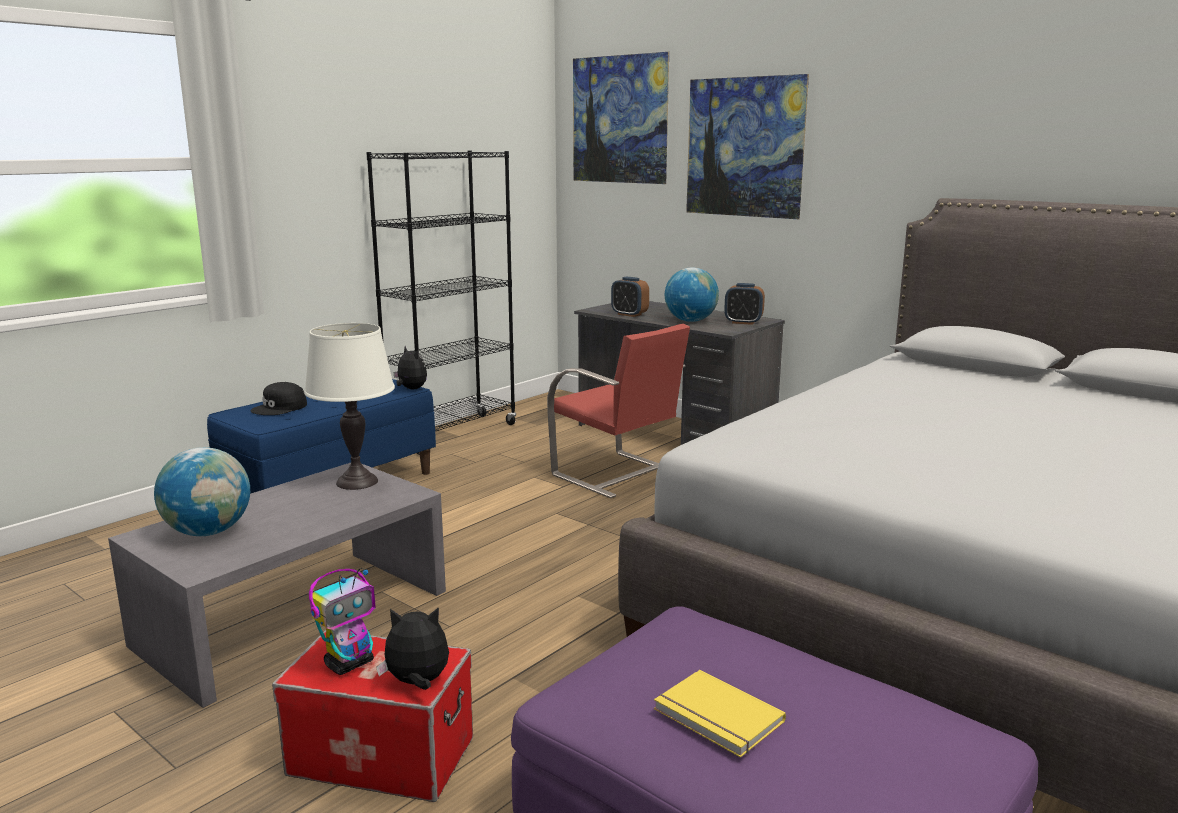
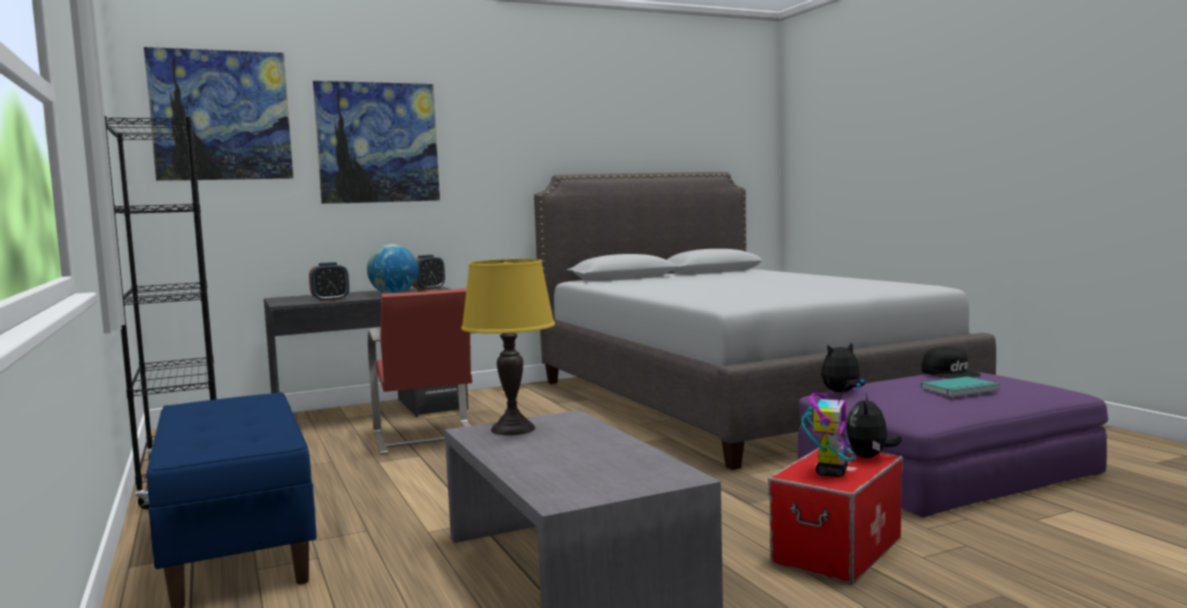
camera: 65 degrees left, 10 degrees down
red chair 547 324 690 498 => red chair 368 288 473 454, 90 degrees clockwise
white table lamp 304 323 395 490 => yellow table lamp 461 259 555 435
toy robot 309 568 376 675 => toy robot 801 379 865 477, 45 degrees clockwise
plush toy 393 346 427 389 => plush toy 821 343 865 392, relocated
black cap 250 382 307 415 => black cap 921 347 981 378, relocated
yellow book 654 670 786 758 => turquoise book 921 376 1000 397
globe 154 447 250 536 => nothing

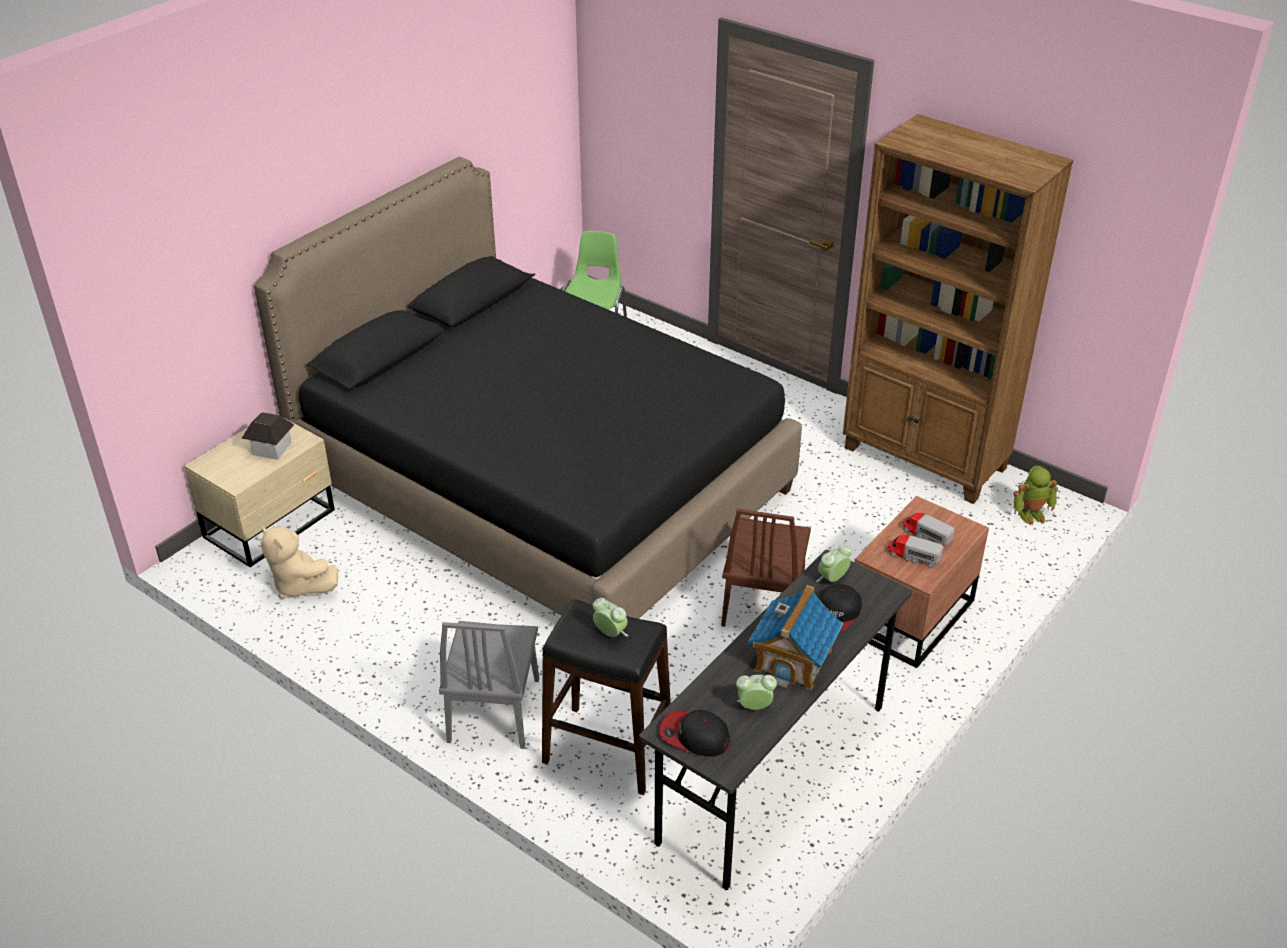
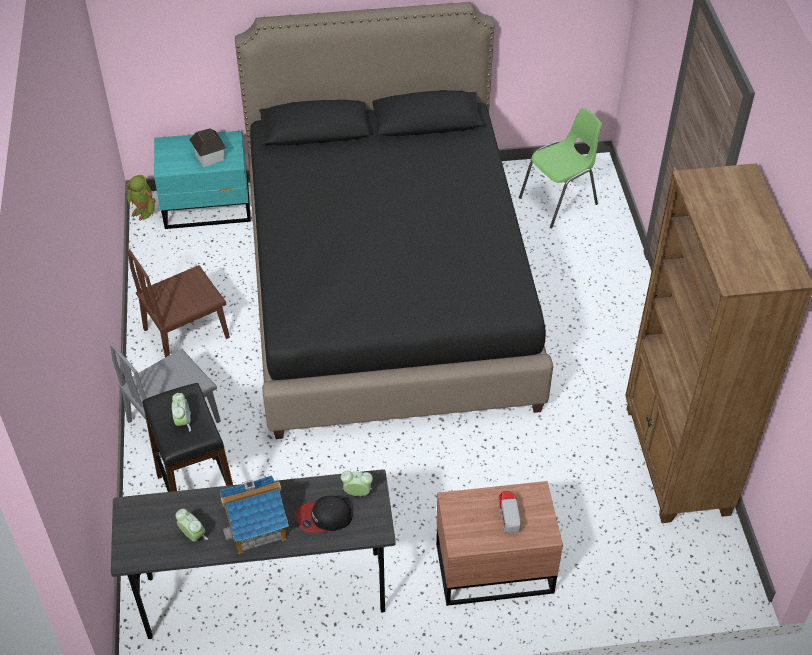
camera: 45 degrees right, 10 degrees up
toy robot 1013 466 1058 525 => toy robot 126 175 156 221, relocated
brown chair 721 509 811 627 => brown chair 127 249 230 358, relocated
beige nightstand 184 412 335 567 => turquoise nightstand 154 131 251 229
beige plush toy 261 526 338 599 => nothing
cap 659 710 730 756 => nothing
toy truck 887 535 944 568 => nothing

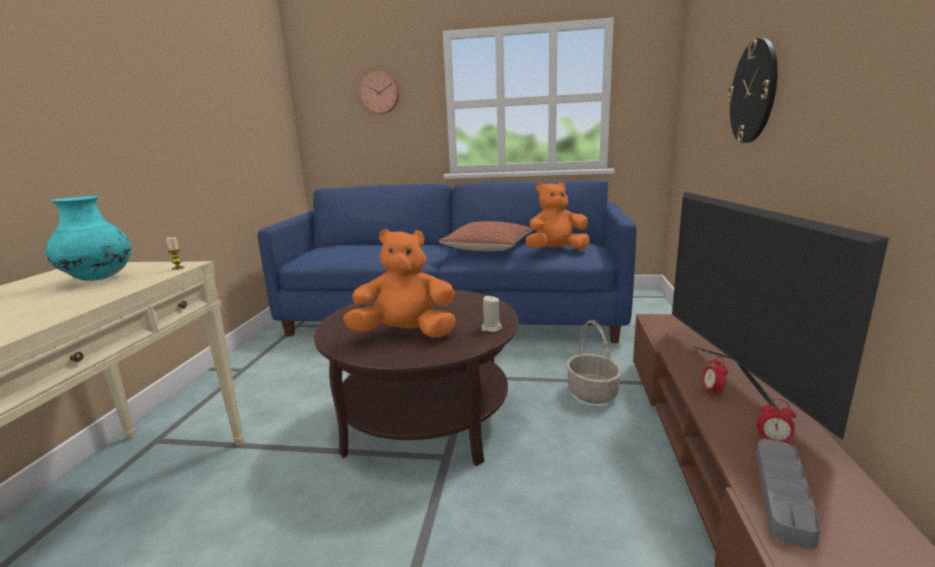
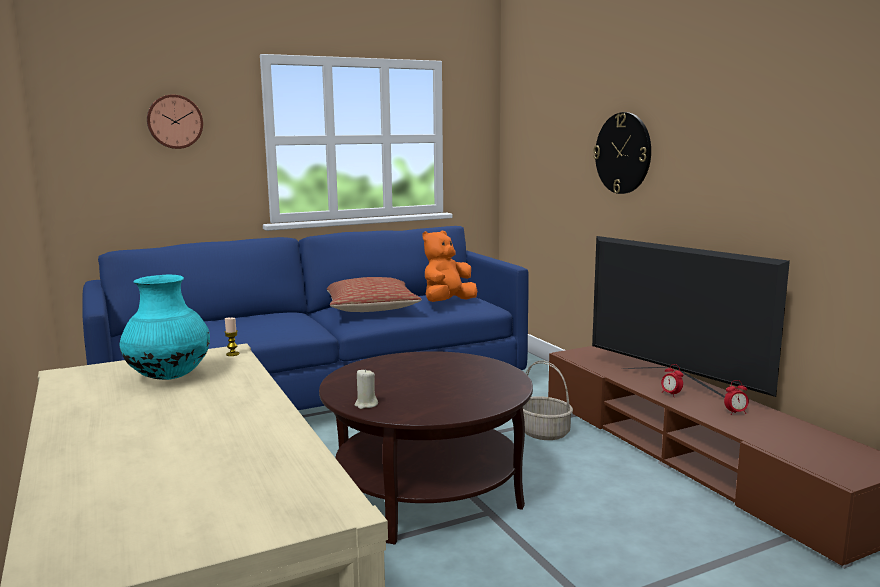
camera: 35 degrees left, 5 degrees down
beige candle 481 295 502 332 => beige candle 355 369 378 409, relocated
orange plush toy 343 229 456 338 => nothing
grey tray 756 439 821 548 => nothing

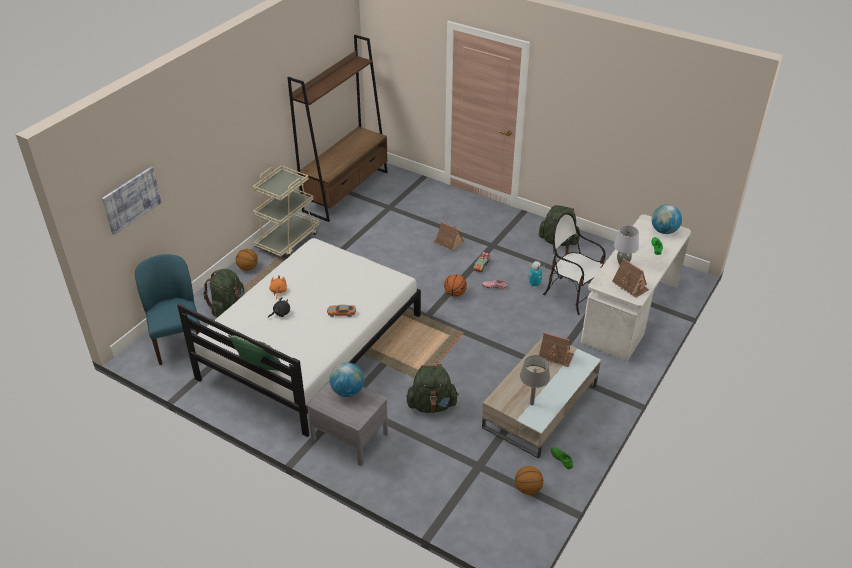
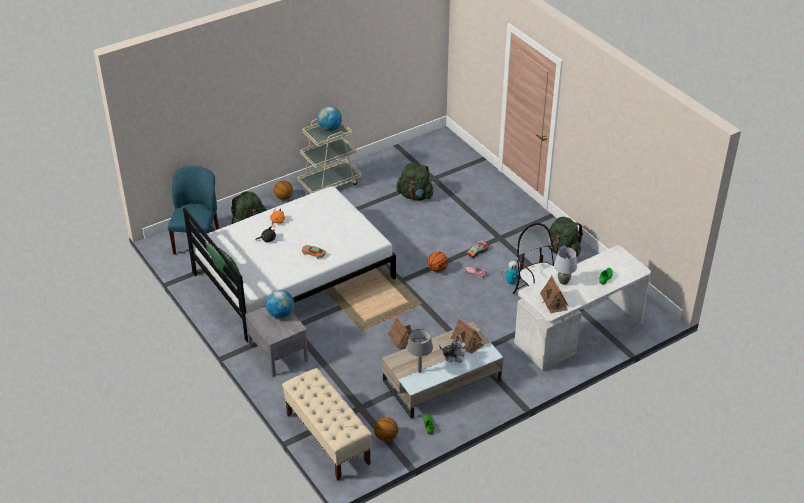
camera: 25 degrees right, 0 degrees up
nothing => beige bench 282 368 372 480
globe 652 205 682 234 => globe 317 106 342 131, relocated
toy house 433 222 464 251 => toy house 388 316 416 349, relocated
green backpack 406 364 459 413 => green backpack 397 163 434 201, relocated
nothing => plush toy 439 335 466 363
picture 102 167 161 235 => nothing
brown bookcase 287 35 388 222 => nothing

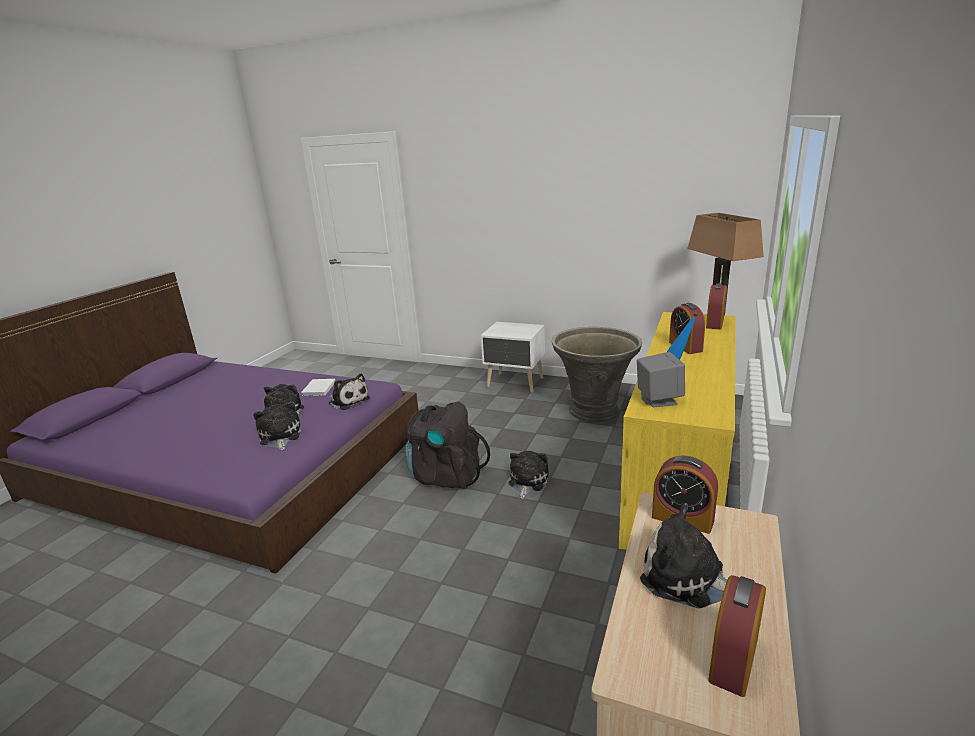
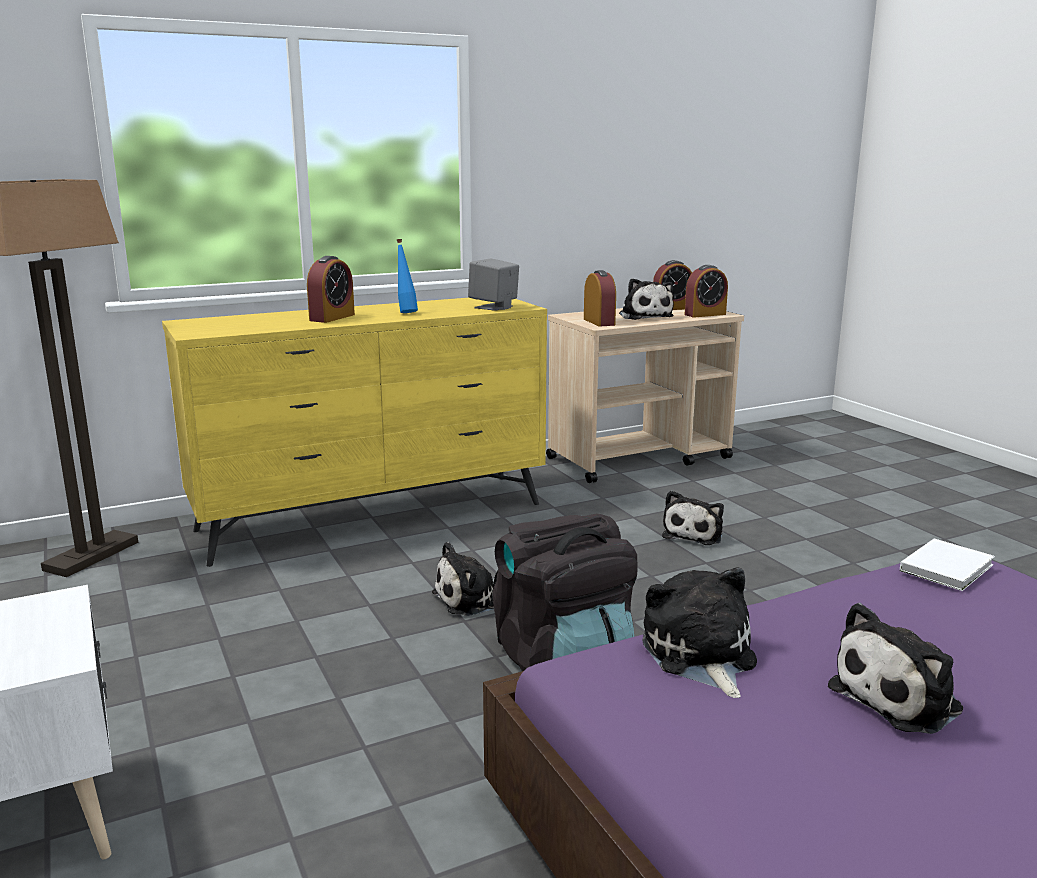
camera: 140 degrees left, 5 degrees down
plush toy 253 402 301 451 => plush toy 662 490 724 545, relocated
alarm clock 706 283 727 330 => alarm clock 685 265 728 318, relocated
white book 301 379 335 396 => white book 900 539 995 591, relocated
grey planter 552 327 642 422 => nothing

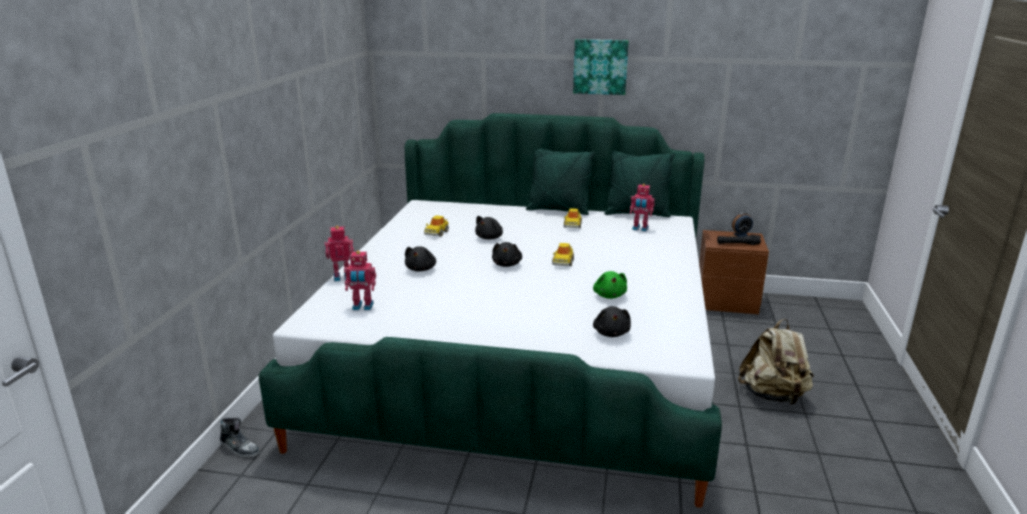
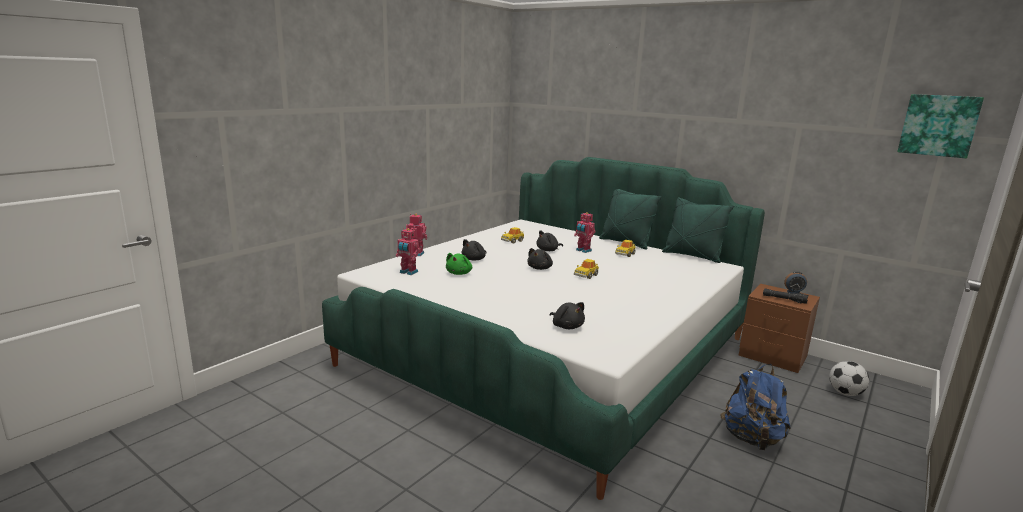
camera: 25 degrees right, 5 degrees down
green plush toy 593 271 627 299 => green plush toy 446 253 472 275, relocated
black plush toy 593 306 631 337 => black plush toy 550 302 585 329, 60 degrees counterclockwise
toy robot 630 184 655 232 => toy robot 574 212 595 253, relocated
beige backpack 738 319 814 405 => blue backpack 720 364 791 450
nothing => football 829 361 869 396
picture 573 39 629 95 => picture 897 94 984 158, relocated
shoe 220 417 260 458 => nothing

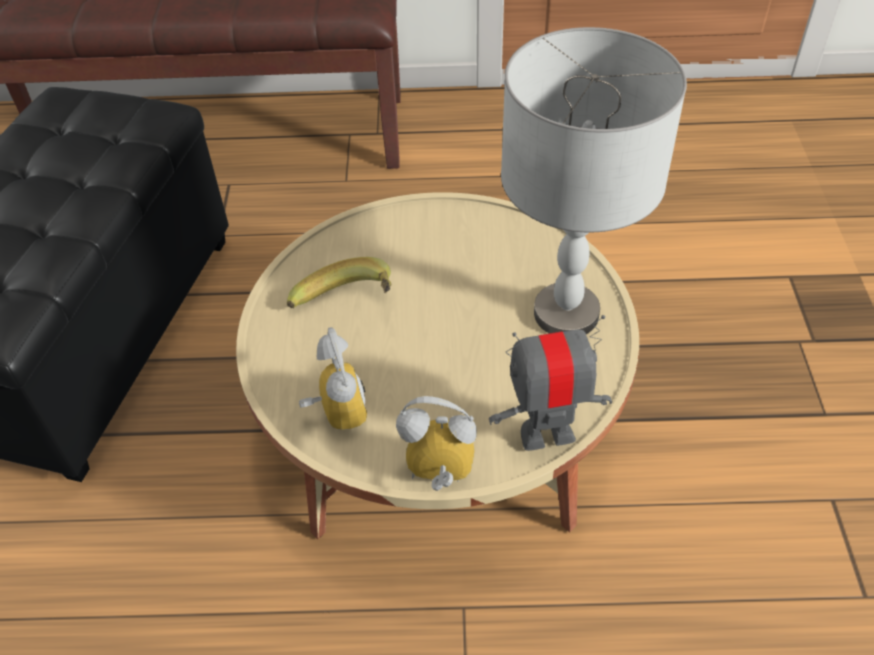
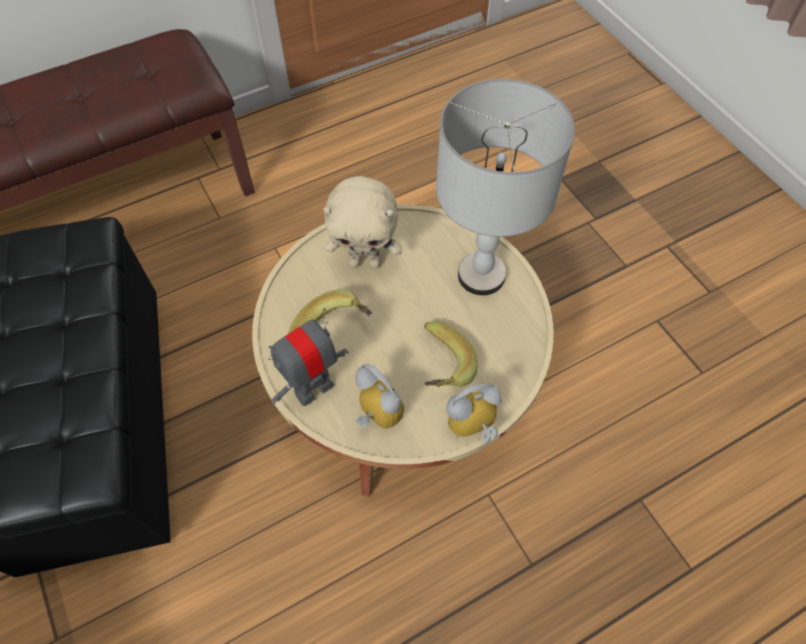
camera: 30 degrees left, 10 degrees up
toy robot 489 315 612 451 => toy robot 268 308 348 406, relocated
nothing => beige plush toy 323 176 402 269
nothing => banana 424 321 478 387

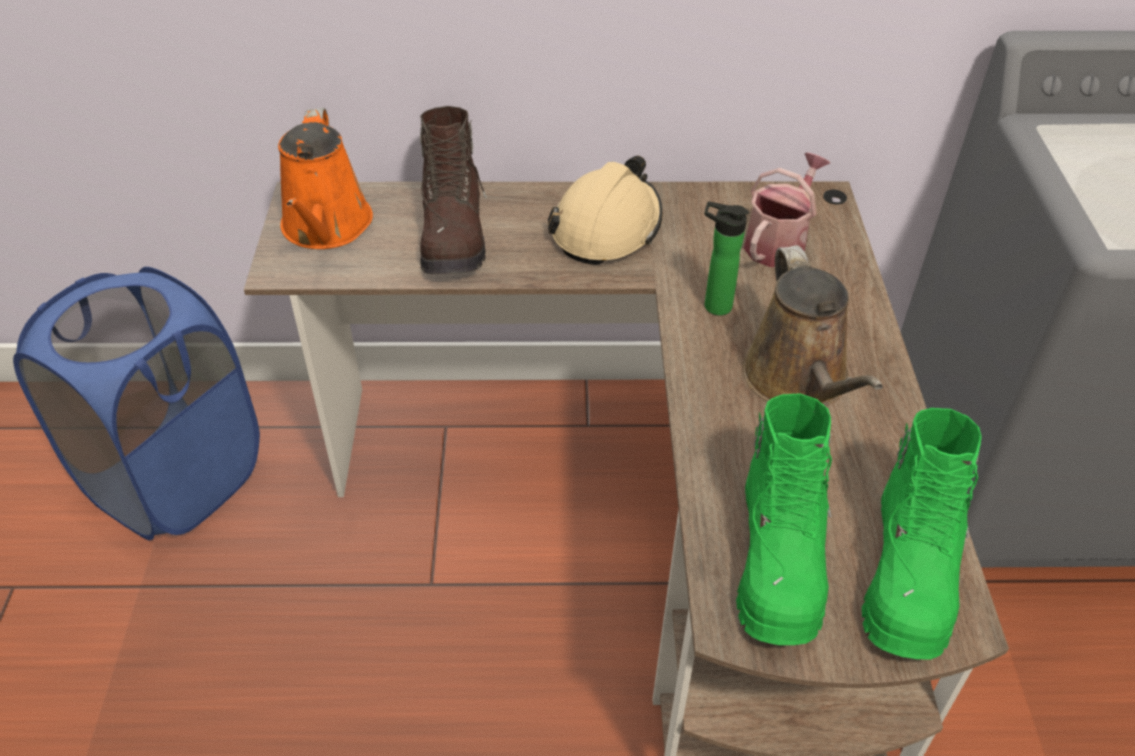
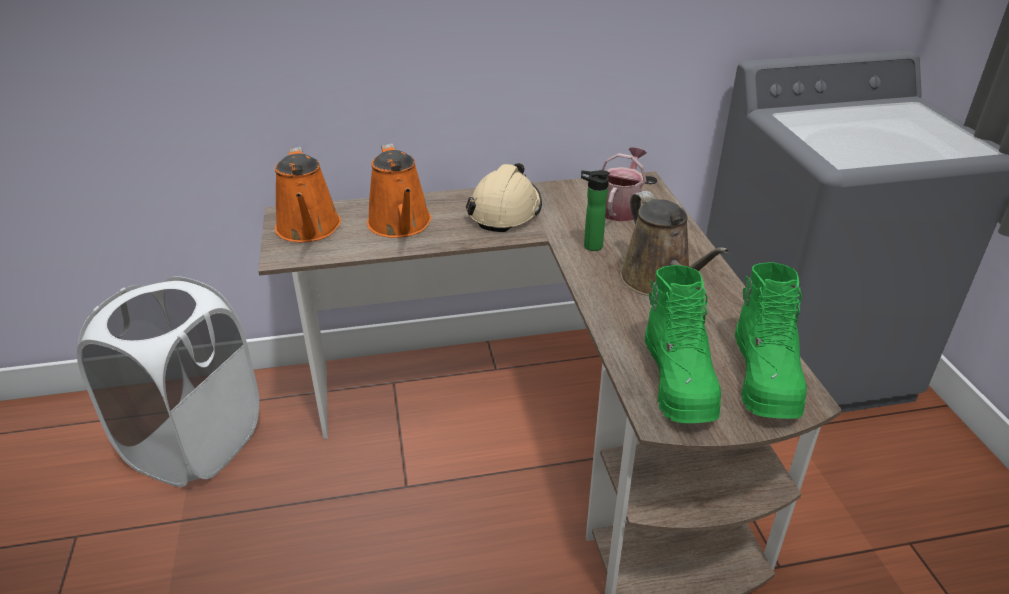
camera: 10 degrees left, 10 degrees down
blue laundry basket 13 267 260 540 => white laundry basket 77 276 259 487
brown boot 420 106 487 274 => orange watering can 367 143 431 238

